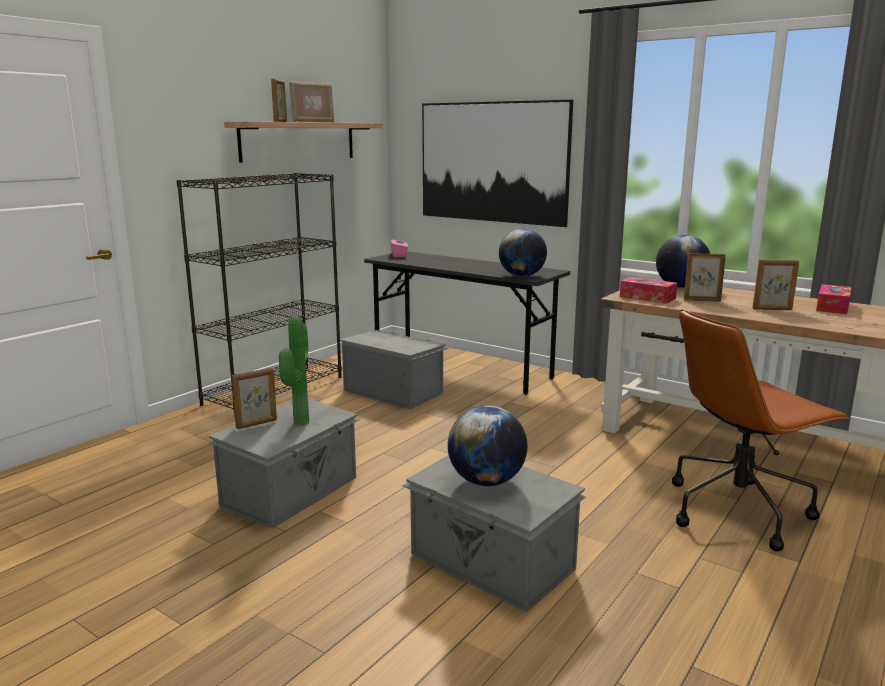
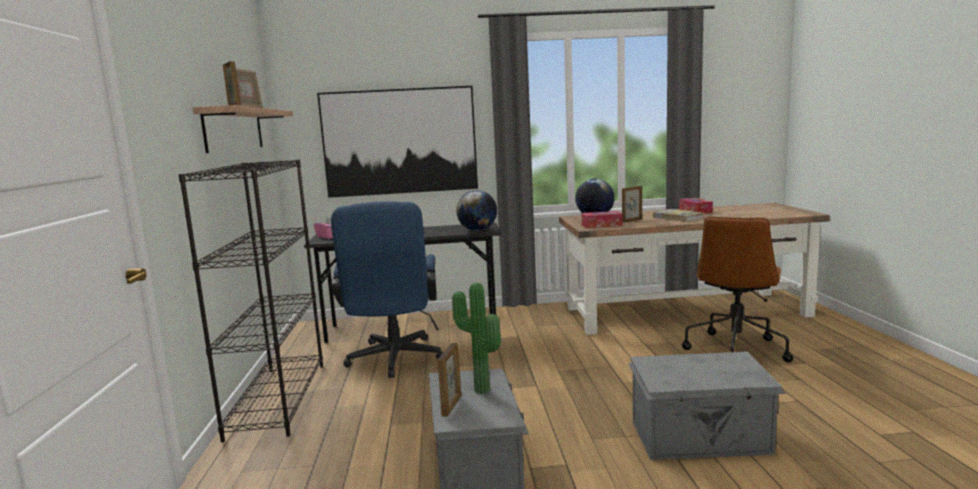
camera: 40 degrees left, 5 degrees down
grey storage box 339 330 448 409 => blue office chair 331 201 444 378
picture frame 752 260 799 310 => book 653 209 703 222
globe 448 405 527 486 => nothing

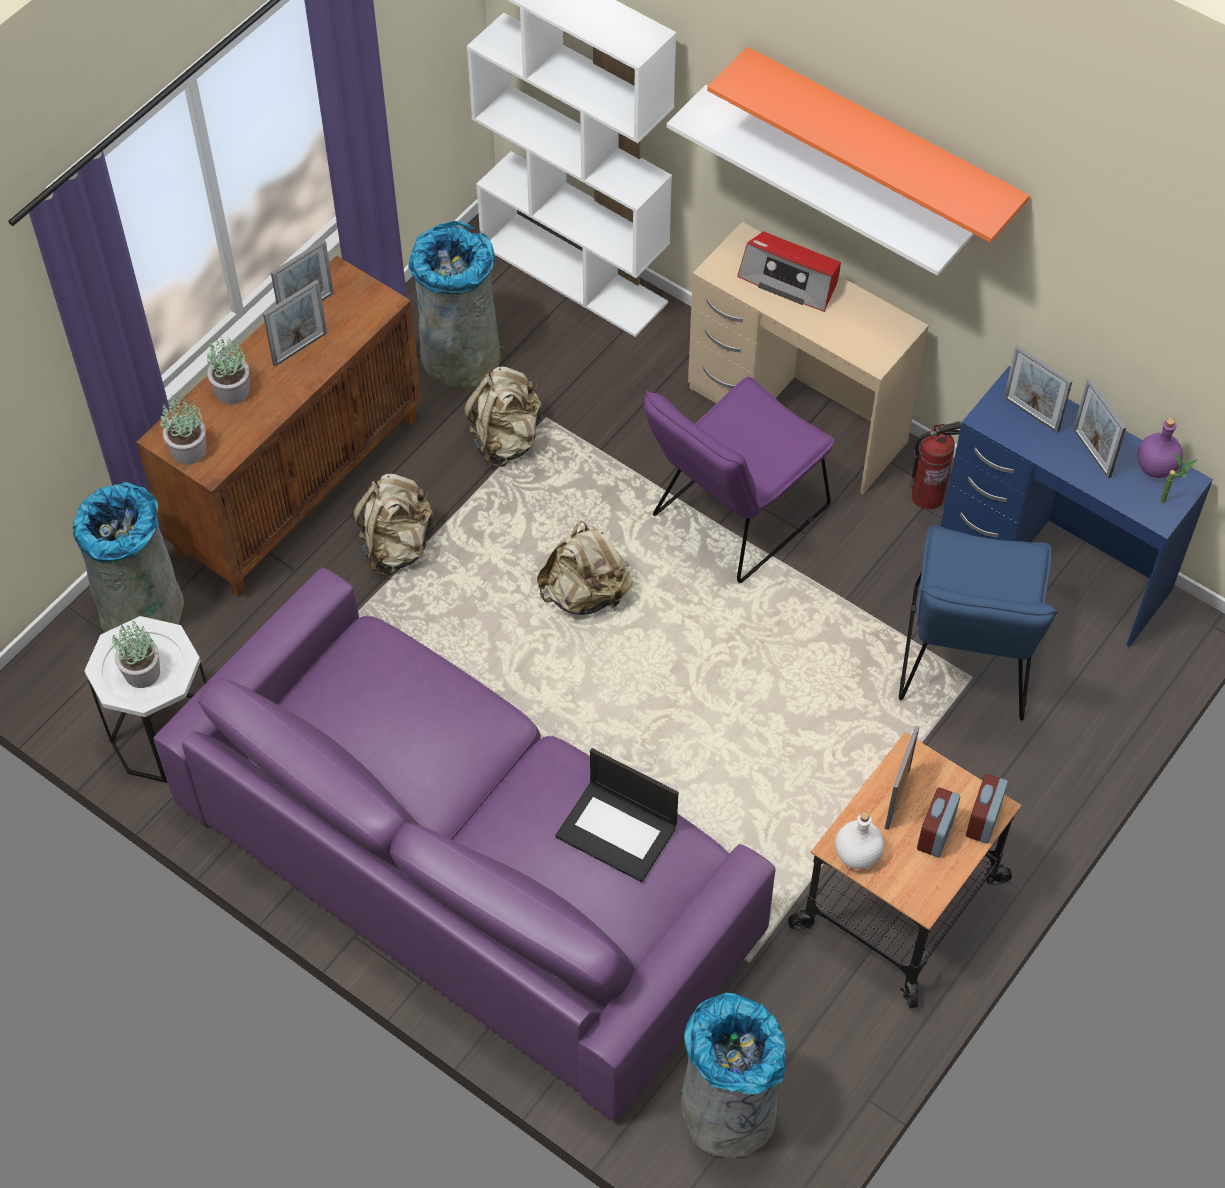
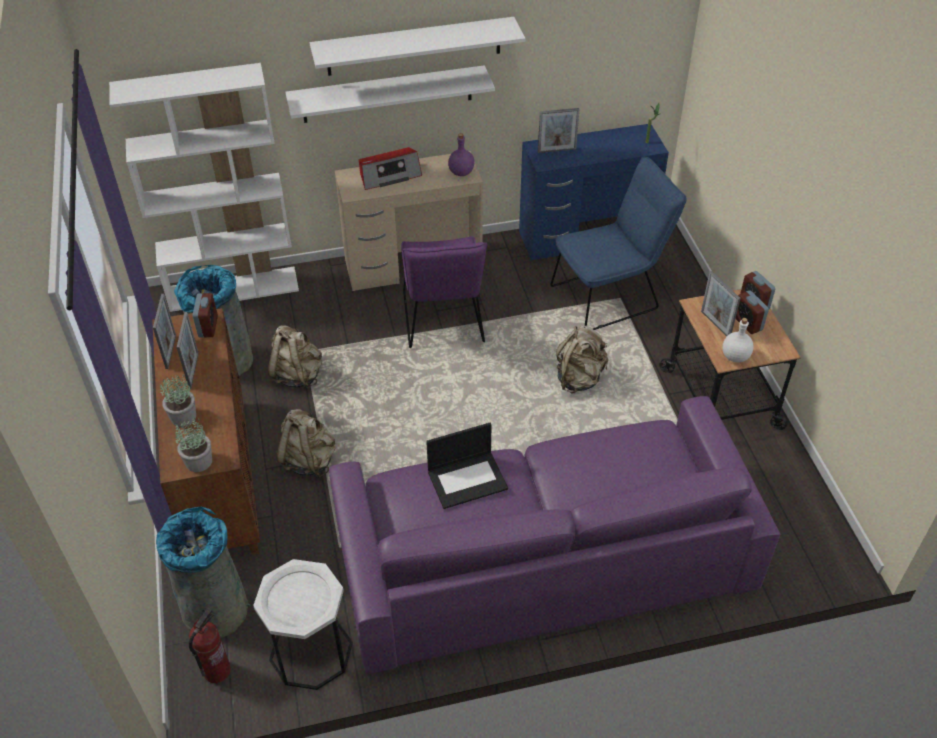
camera: 50 degrees left, 10 degrees down
fire extinguisher 910 421 961 510 => fire extinguisher 189 608 231 683, relocated
nothing => alarm clock 193 293 218 338
orange shelf 707 47 1030 243 => white shelf 310 17 525 76
laptop 555 748 678 882 => laptop 426 423 508 509, relocated
purple bottle 1137 418 1183 478 => purple bottle 448 134 475 176, relocated
blue chair 899 525 1058 721 => blue chair 550 157 687 330, 75 degrees counterclockwise
beige backpack 537 520 633 615 => beige backpack 556 326 608 393, relocated
potted plant 112 621 160 688 => nothing
grey trash can 679 993 785 1157 => nothing
picture frame 1073 378 1126 478 => nothing

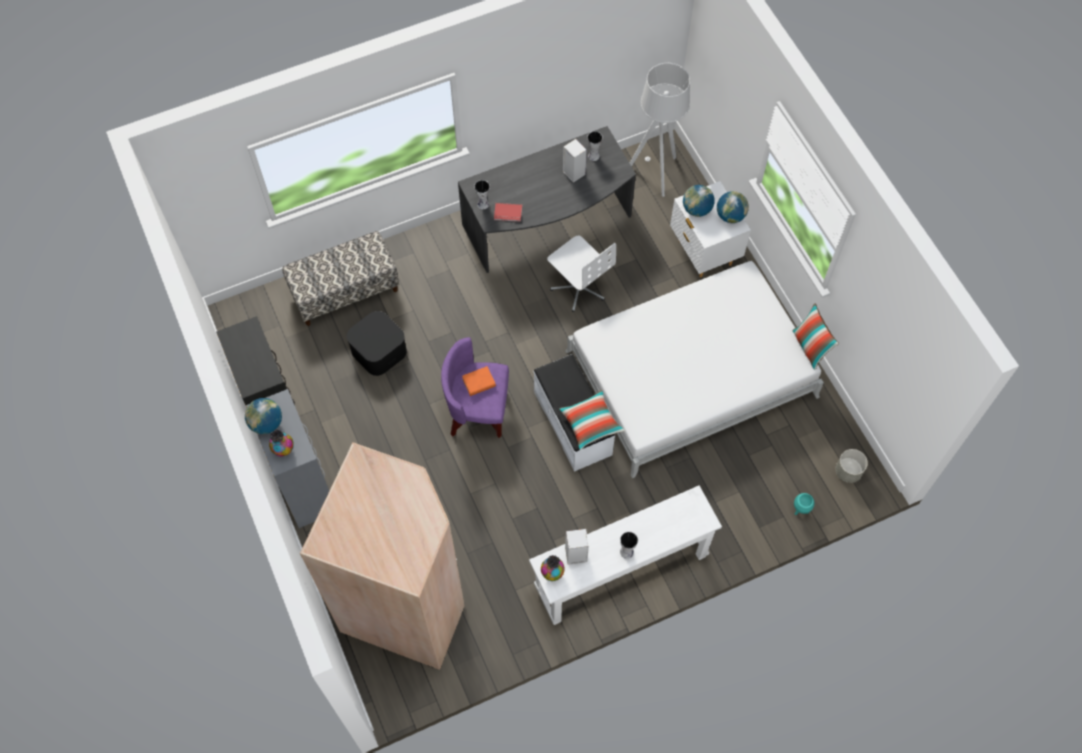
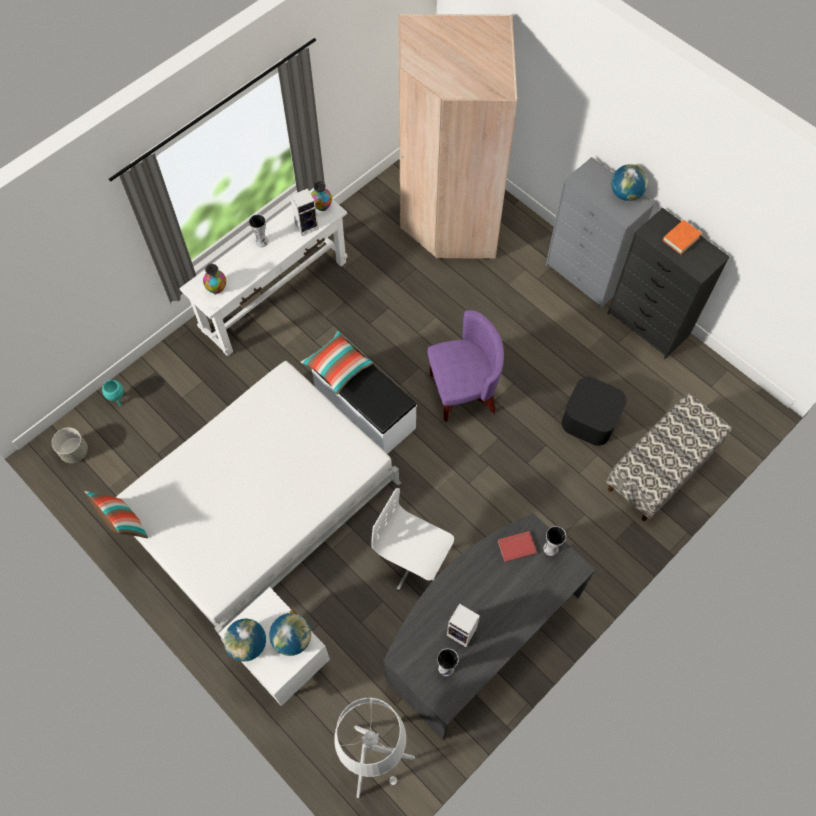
camera: 160 degrees right, 0 degrees up
vase 269 429 294 456 => vase 203 264 226 295, relocated
orange book 462 366 496 396 => orange book 663 220 702 255, relocated

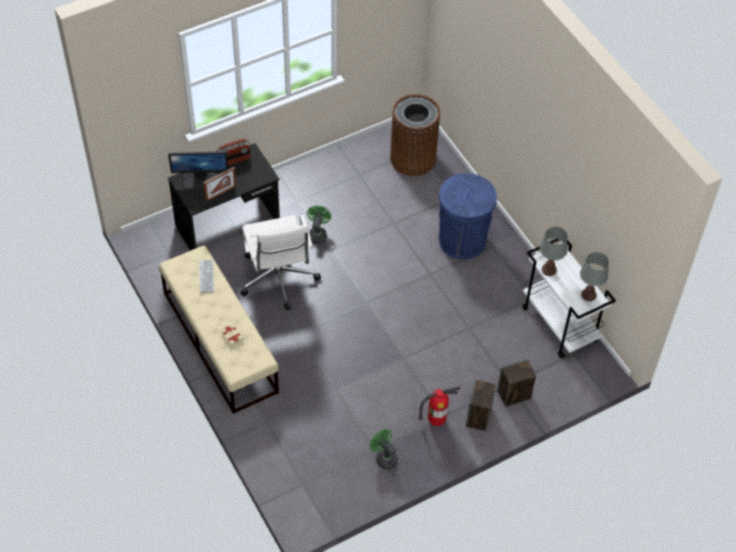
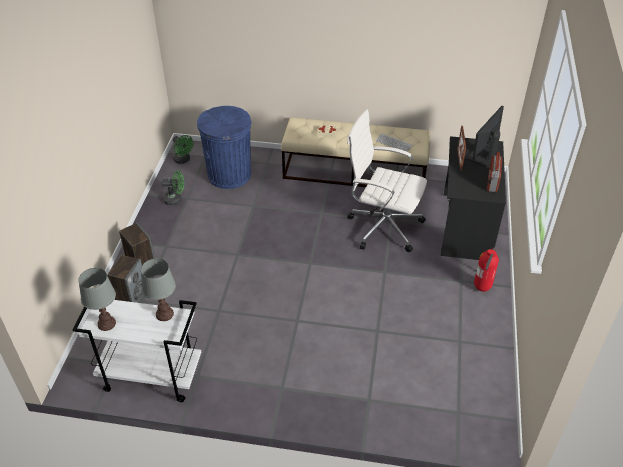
camera: 130 degrees right, 10 degrees down
green fan 307 206 331 244 => green fan 173 135 194 164, relocated
blue trash can 439 173 497 260 => blue trash can 197 106 251 189, relocated
fire extinguisher 418 386 461 426 => fire extinguisher 474 247 499 292, relocated
brown trash can 390 94 440 176 => nothing

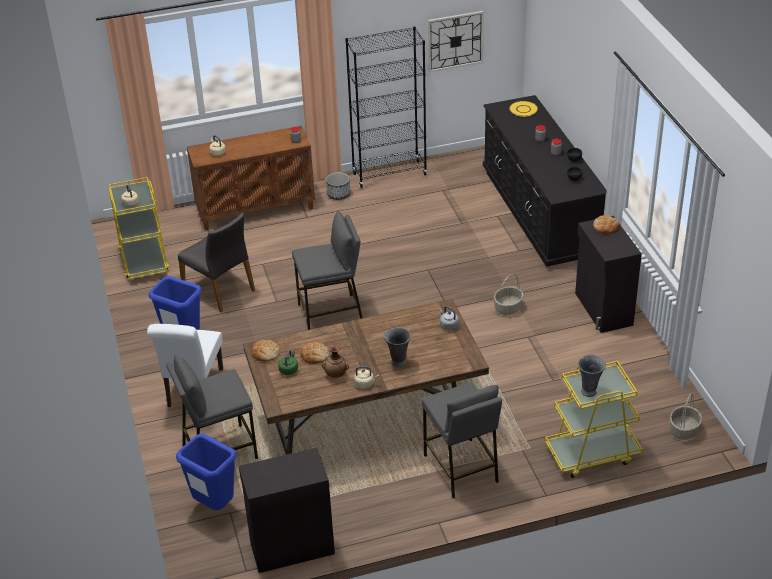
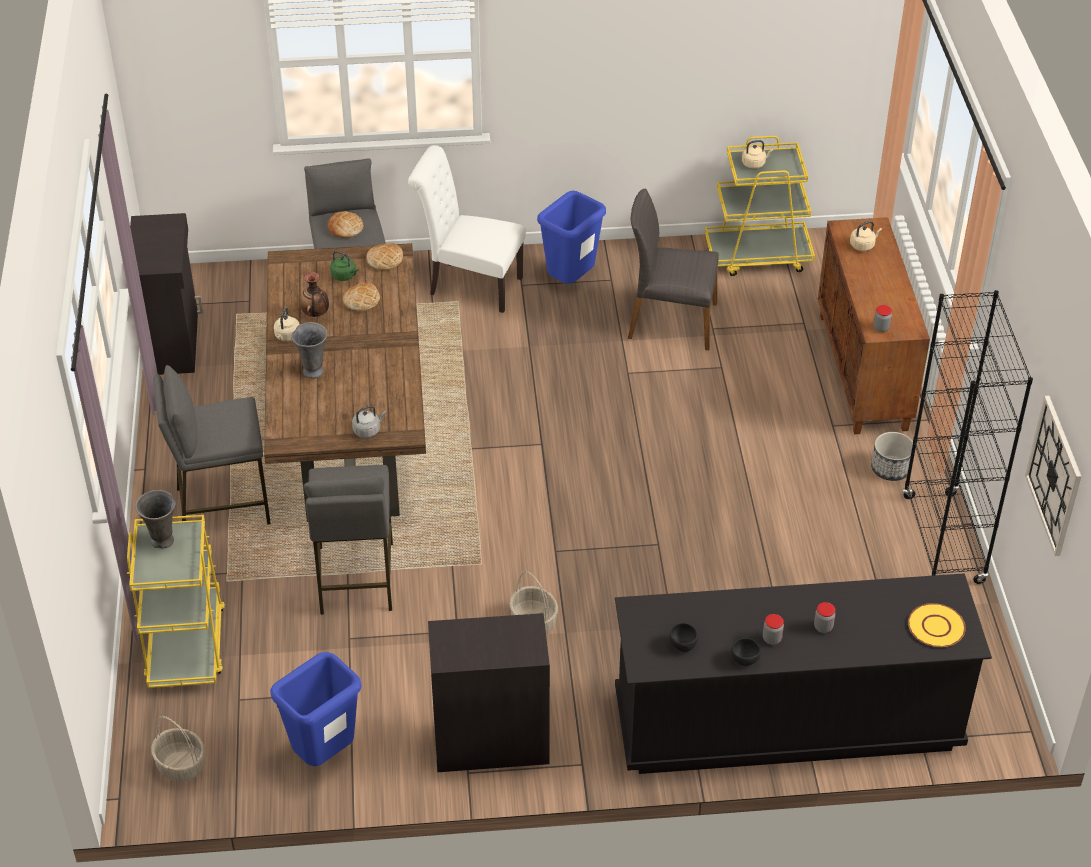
camera: 100 degrees right, 5 degrees up
blue trash can 176 434 237 510 => blue trash can 270 652 362 766, relocated
grey stool 292 210 362 330 => grey stool 304 465 393 615, relocated
bread 593 215 619 234 => bread 328 211 363 238, relocated
grey chair 178 212 255 312 => grey chair 628 189 719 350, 45 degrees clockwise

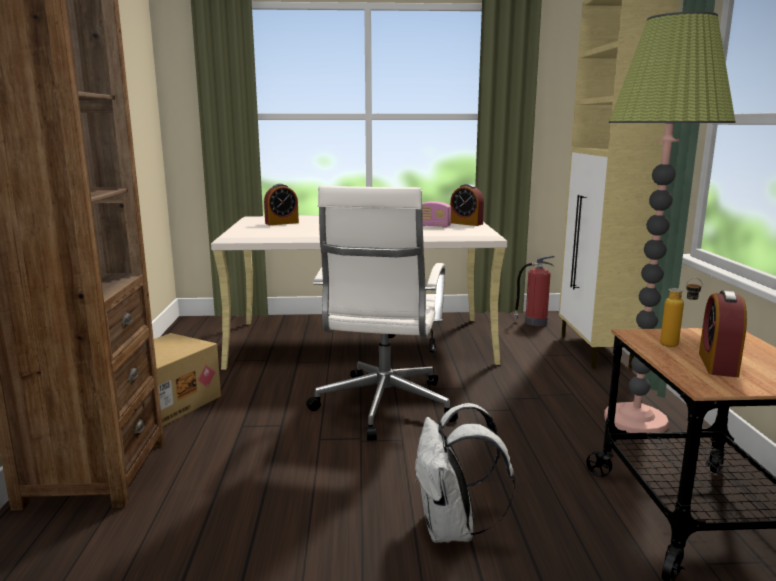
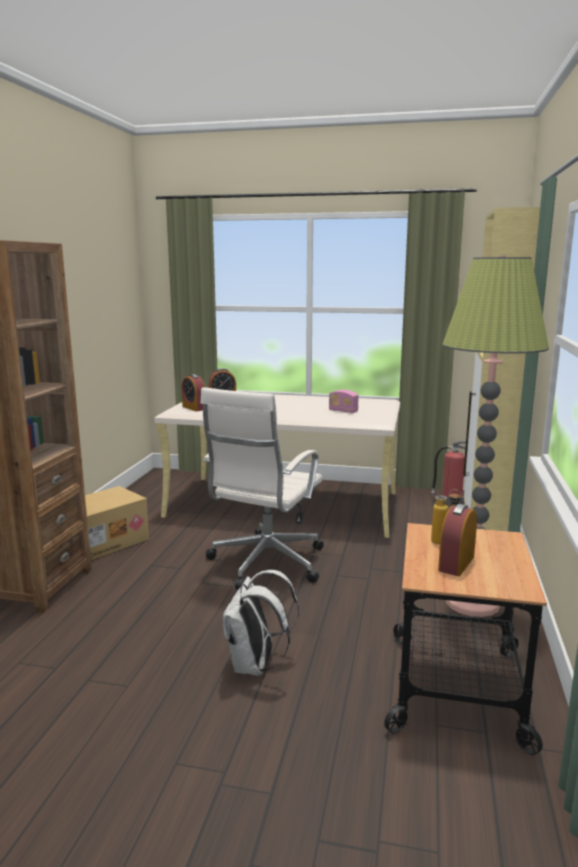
camera: 15 degrees right, 0 degrees up
alarm clock 450 184 484 226 => alarm clock 182 374 205 411, relocated

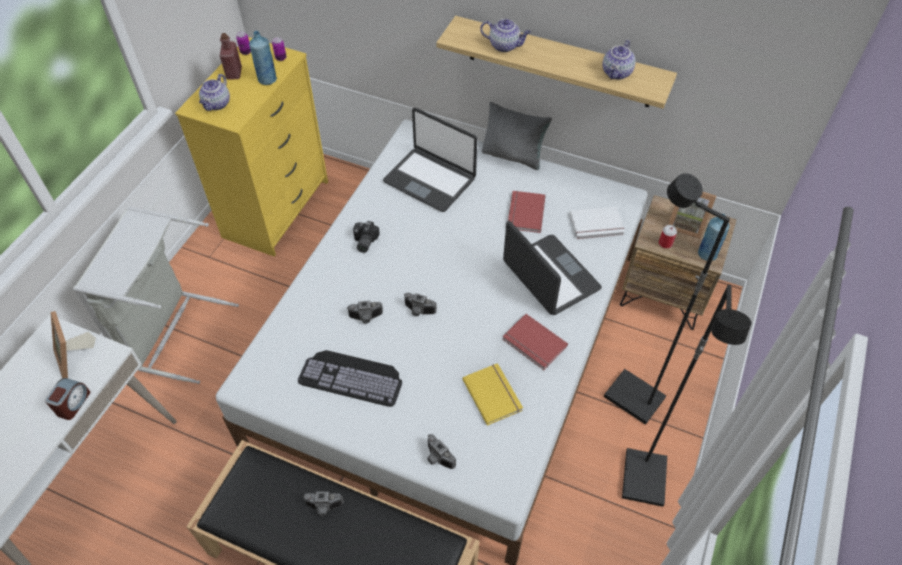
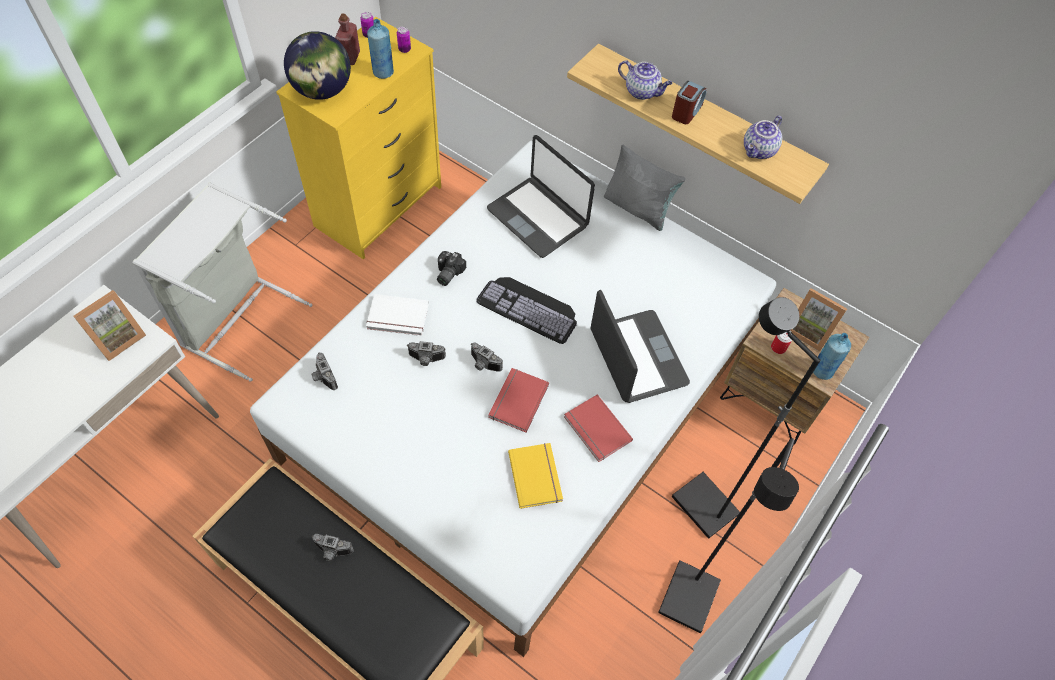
camera: 10 degrees right, 5 degrees up
picture frame 50 311 96 378 => picture frame 73 290 146 361, 120 degrees counterclockwise
teapot 199 74 230 111 => globe 284 31 351 100
photo camera 427 434 456 469 => photo camera 311 352 338 390, relocated
white book 570 207 625 239 => white book 366 294 429 336, relocated
keyboard 298 350 402 407 => keyboard 476 277 577 344, relocated
red book 508 191 546 233 => red book 488 368 549 433, relocated
alarm clock 45 378 91 420 => alarm clock 672 81 707 124, relocated

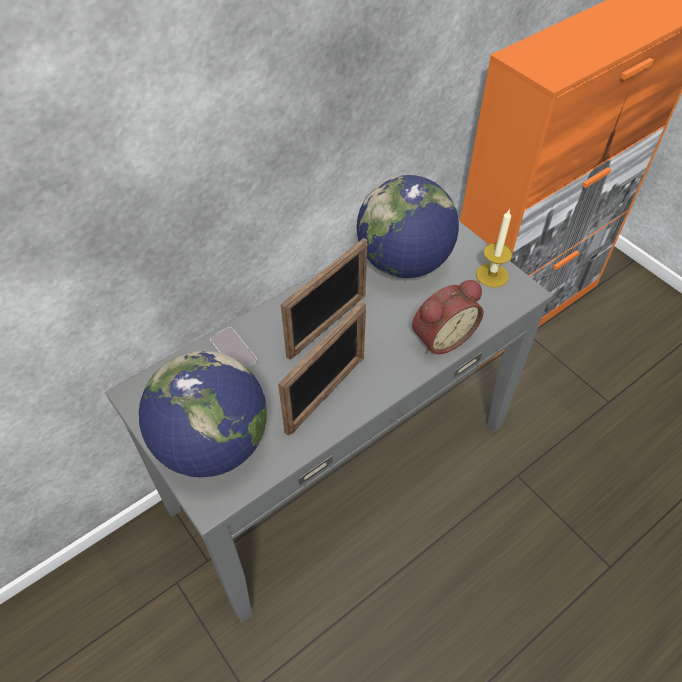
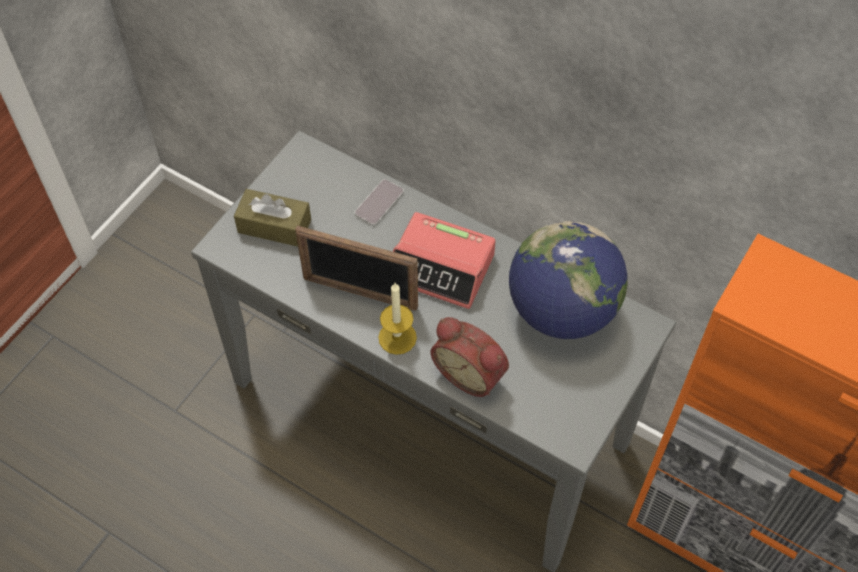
camera: 70 degrees right, 5 degrees up
globe 139 351 267 477 => brown tissue box 234 189 311 247
candle 476 210 512 288 => candle 378 283 417 355, relocated
picture frame 281 238 368 360 => alarm clock 393 212 496 309

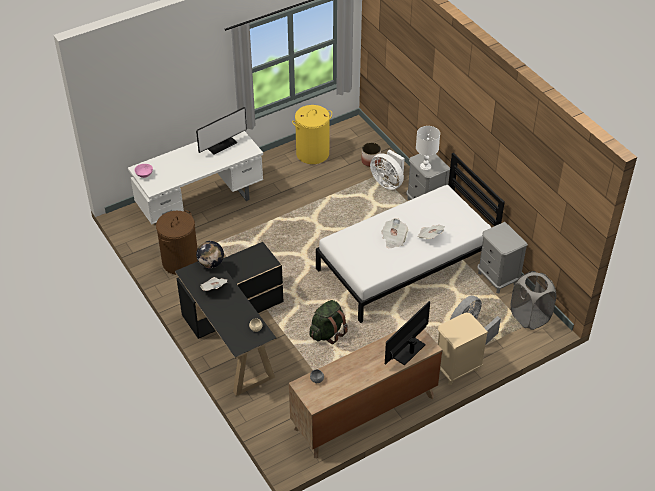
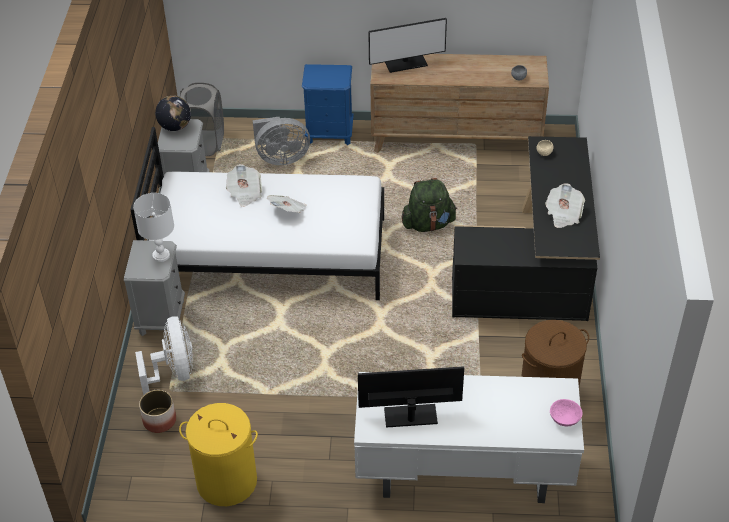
camera: 145 degrees left, 0 degrees up
globe 196 241 224 268 => globe 155 96 191 131, relocated
beige nightstand 438 312 488 385 => blue nightstand 302 64 354 145

